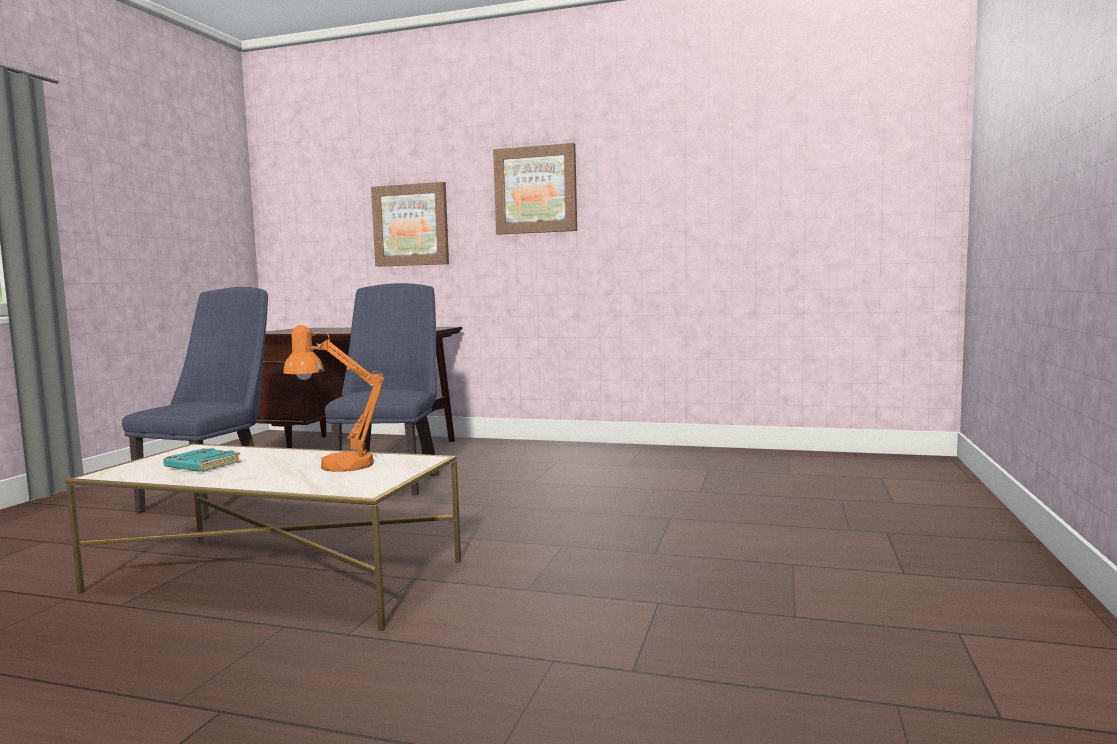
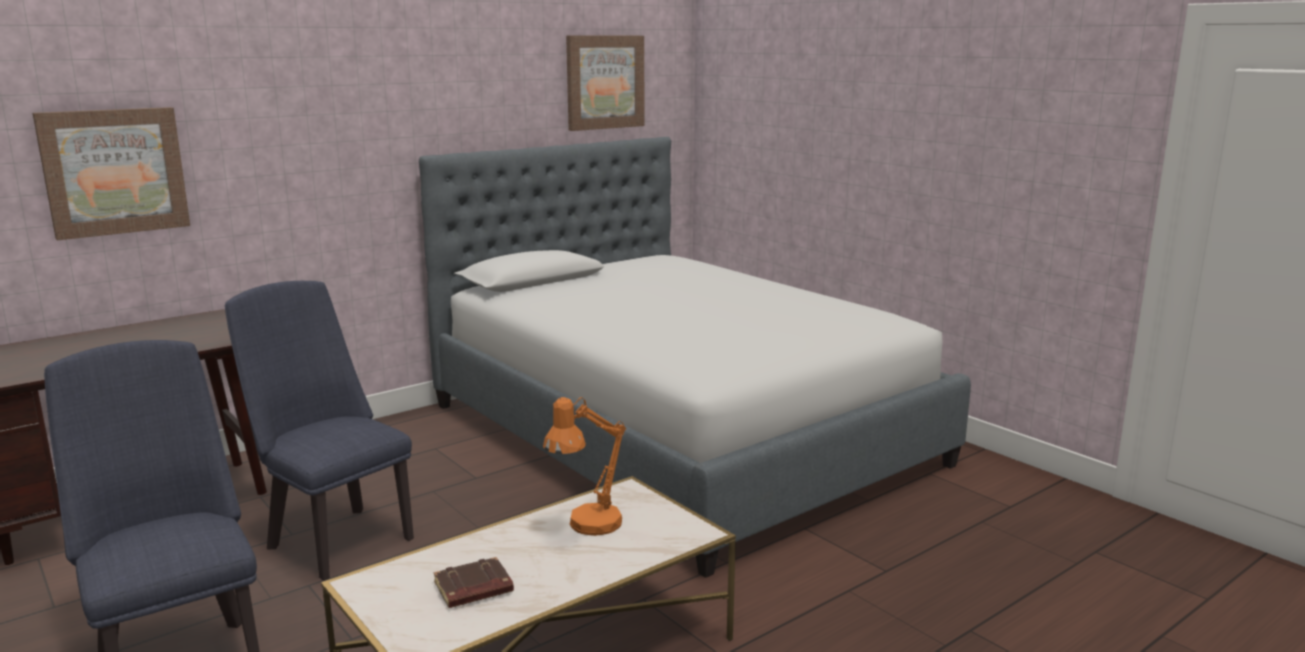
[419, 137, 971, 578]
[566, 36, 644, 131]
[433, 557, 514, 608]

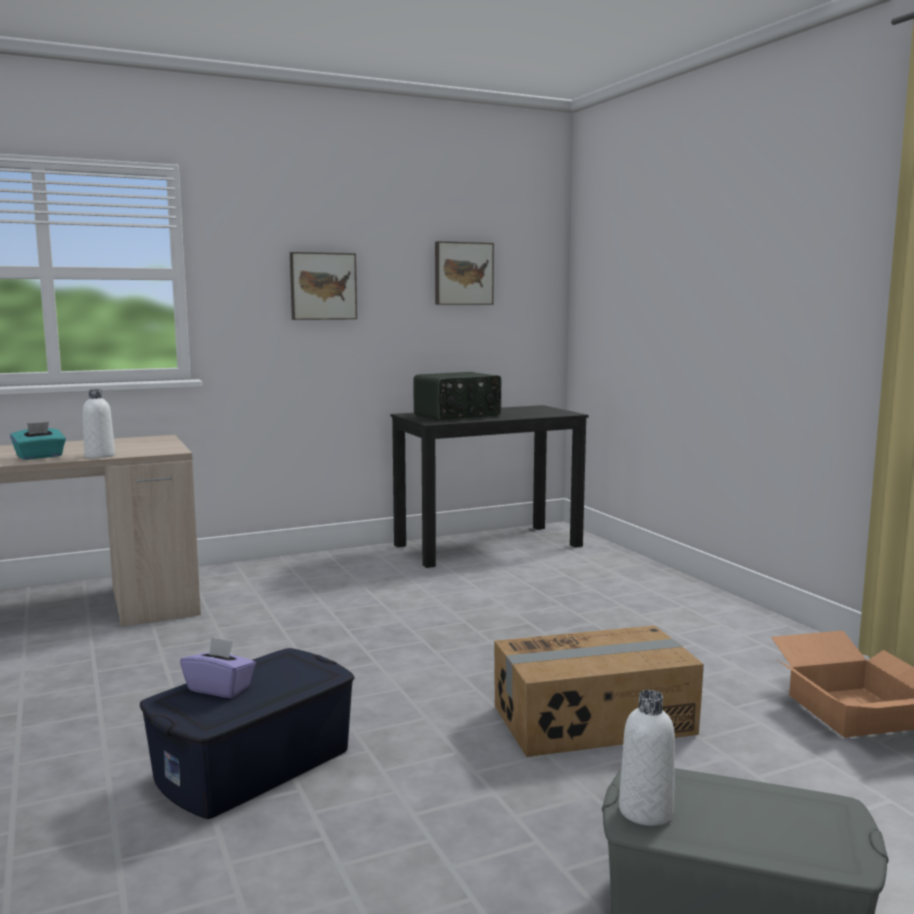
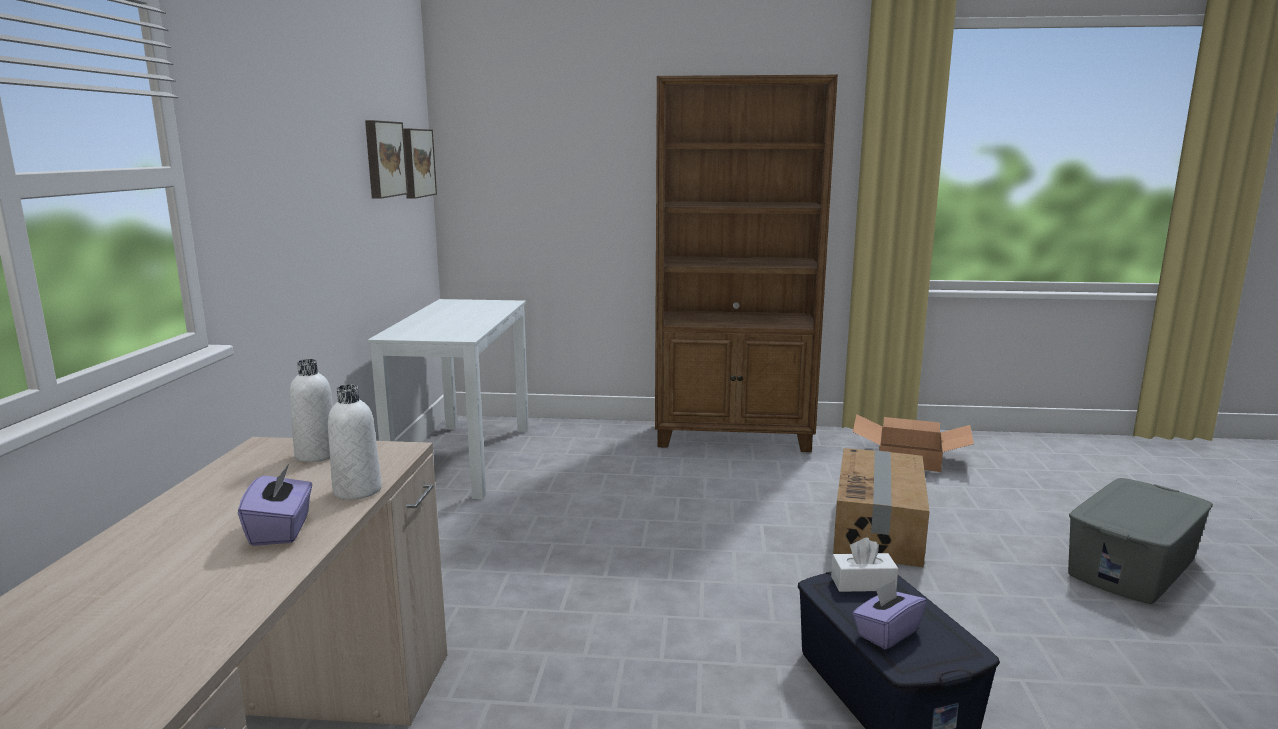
[413, 372, 501, 421] (first image)
[655, 75, 838, 452]
[831, 538, 898, 592]
[403, 129, 437, 199]
[290, 359, 333, 462]
[238, 464, 312, 546]
[367, 299, 529, 499]

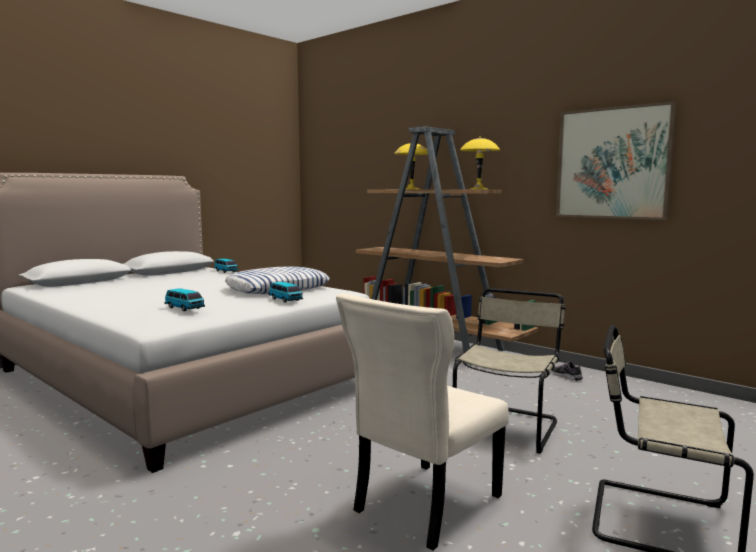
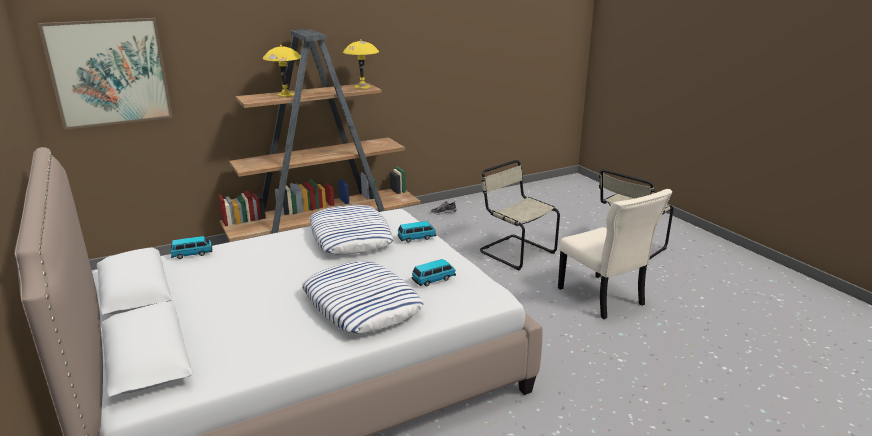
[302, 261, 424, 333]
[38, 18, 173, 130]

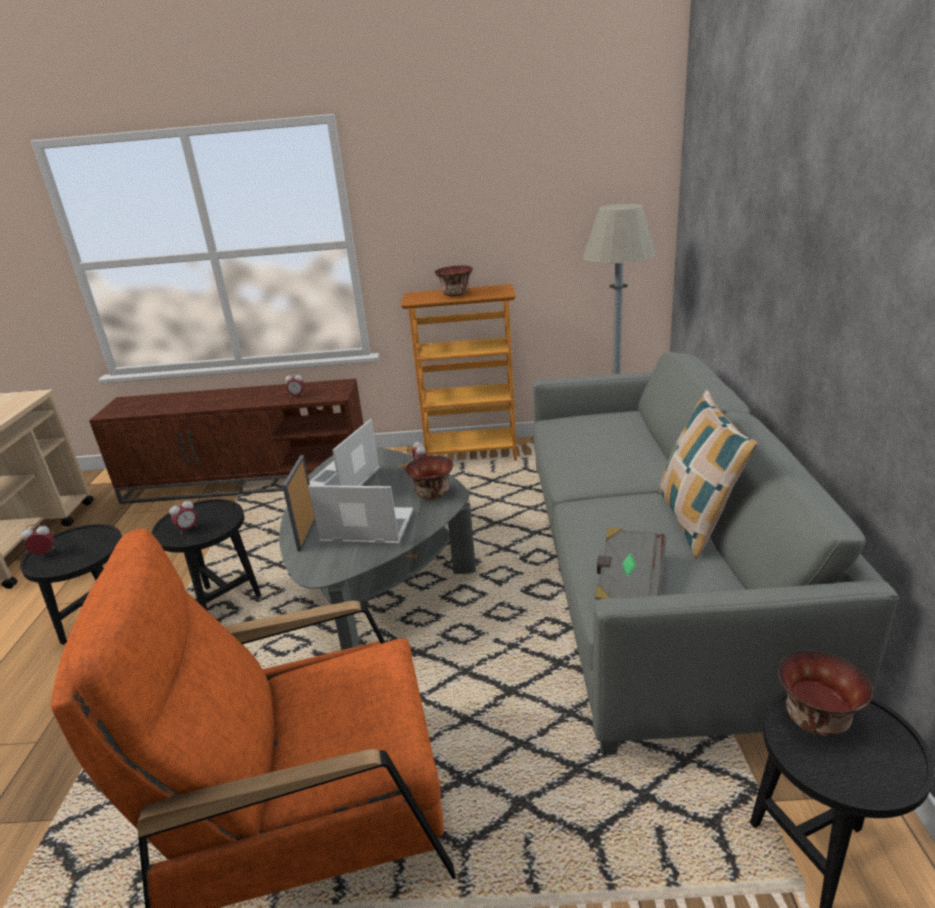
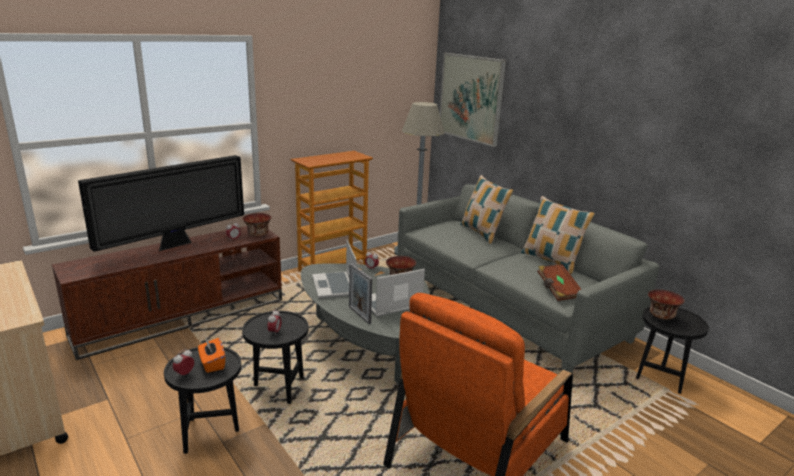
[78, 155, 244, 252]
[198, 338, 225, 373]
[440, 53, 506, 147]
[460, 175, 514, 244]
[243, 213, 272, 237]
[537, 264, 581, 301]

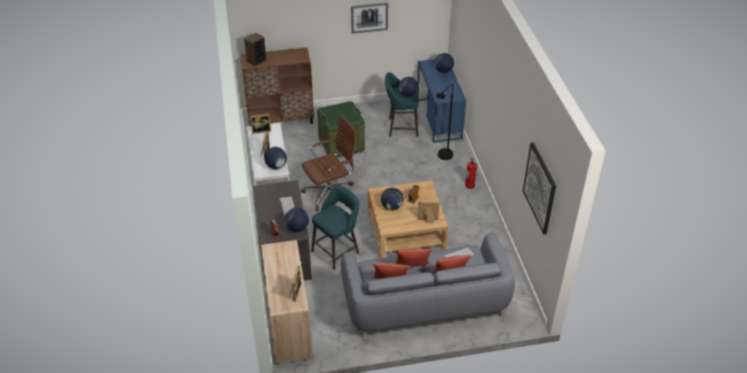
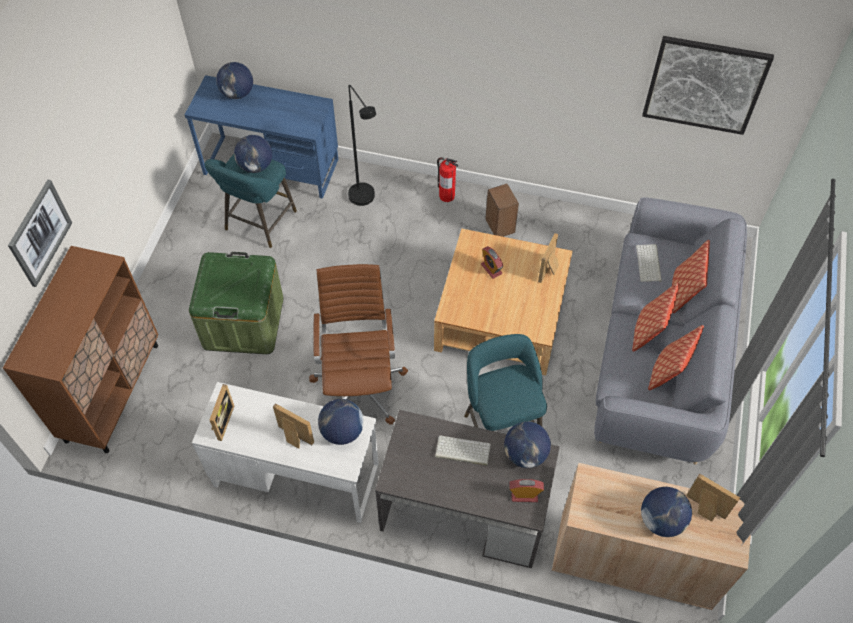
[485, 184, 519, 237]
[8, 180, 72, 287]
[641, 487, 692, 537]

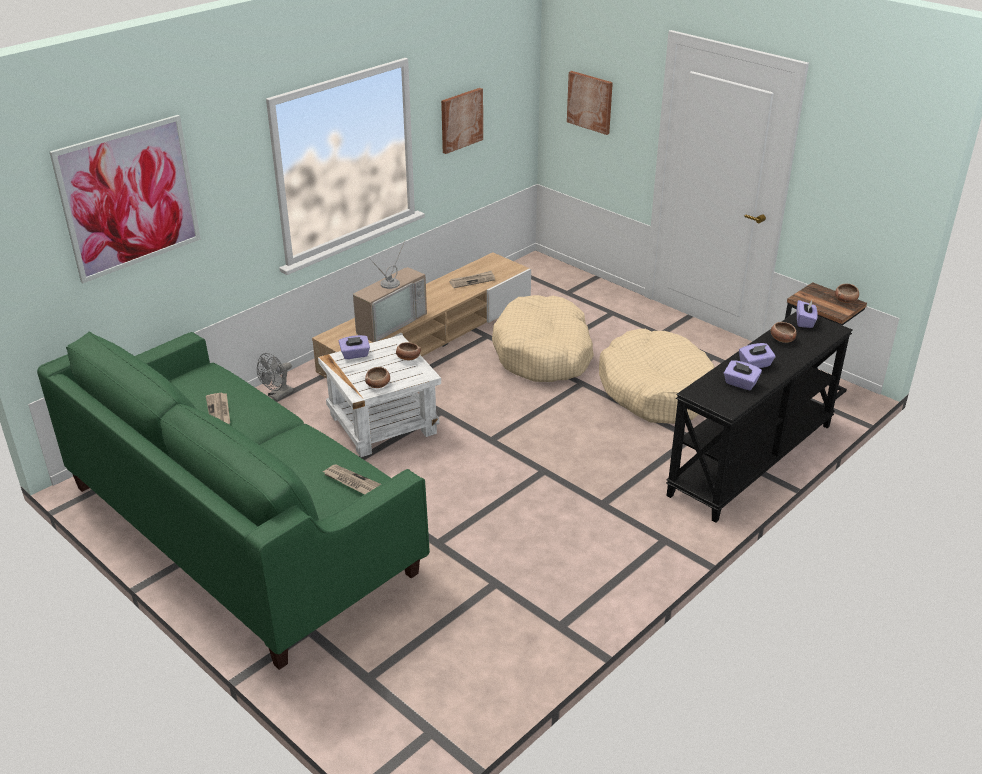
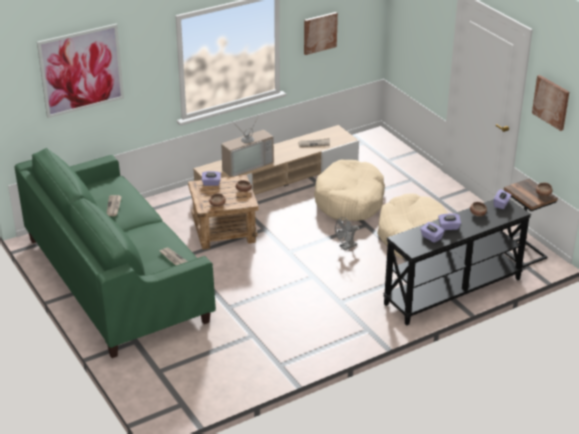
[335, 217, 359, 250]
[532, 75, 569, 131]
[188, 175, 259, 250]

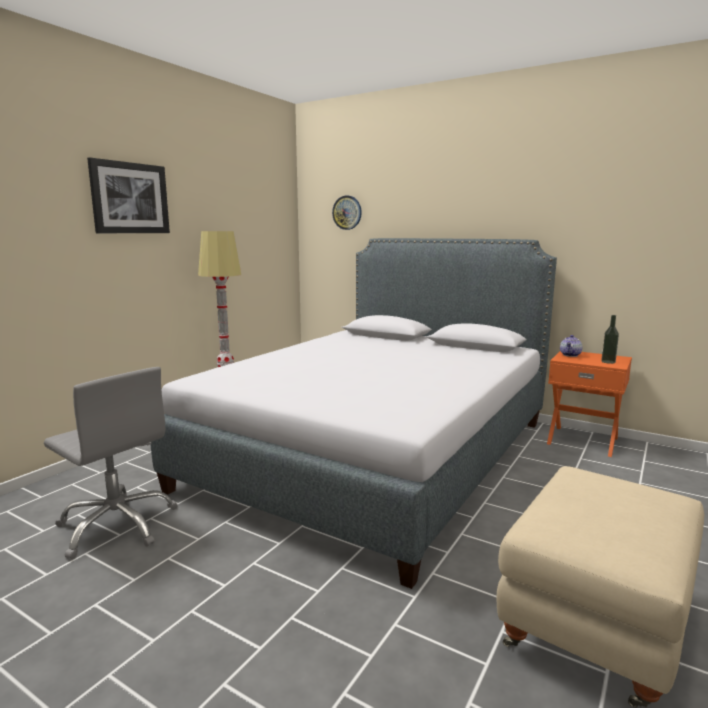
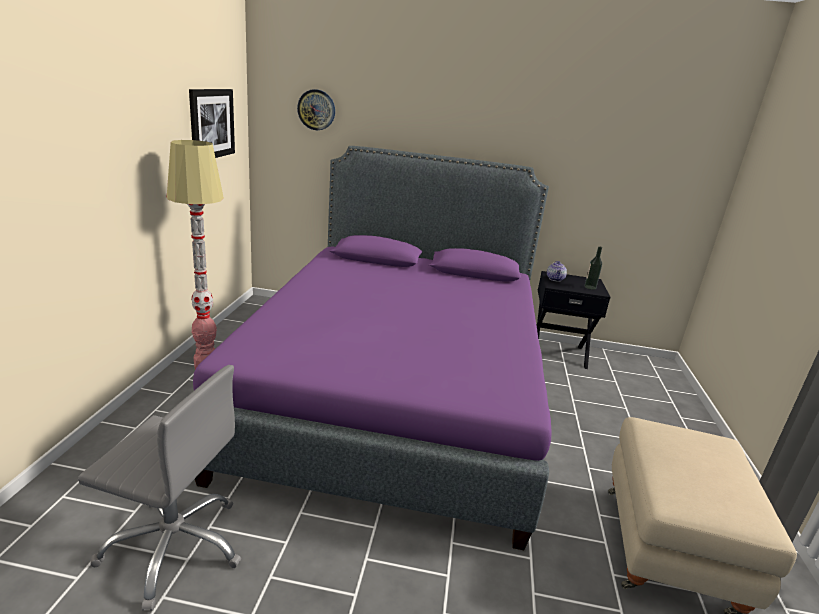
[189, 89, 235, 158]
[193, 146, 551, 550]
[537, 271, 610, 369]

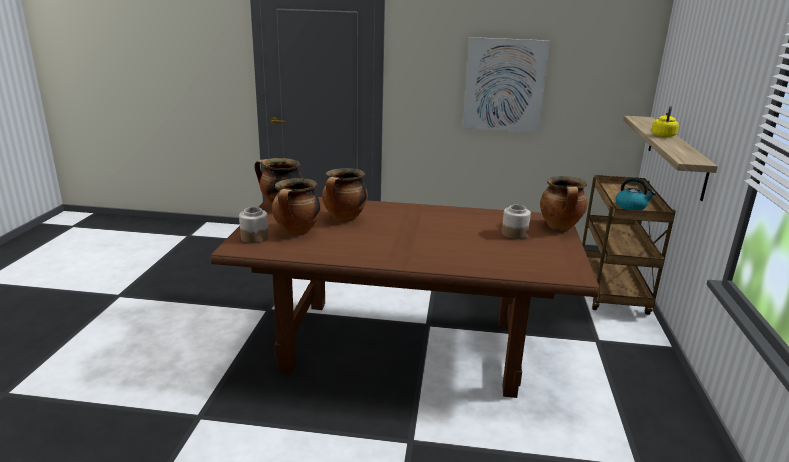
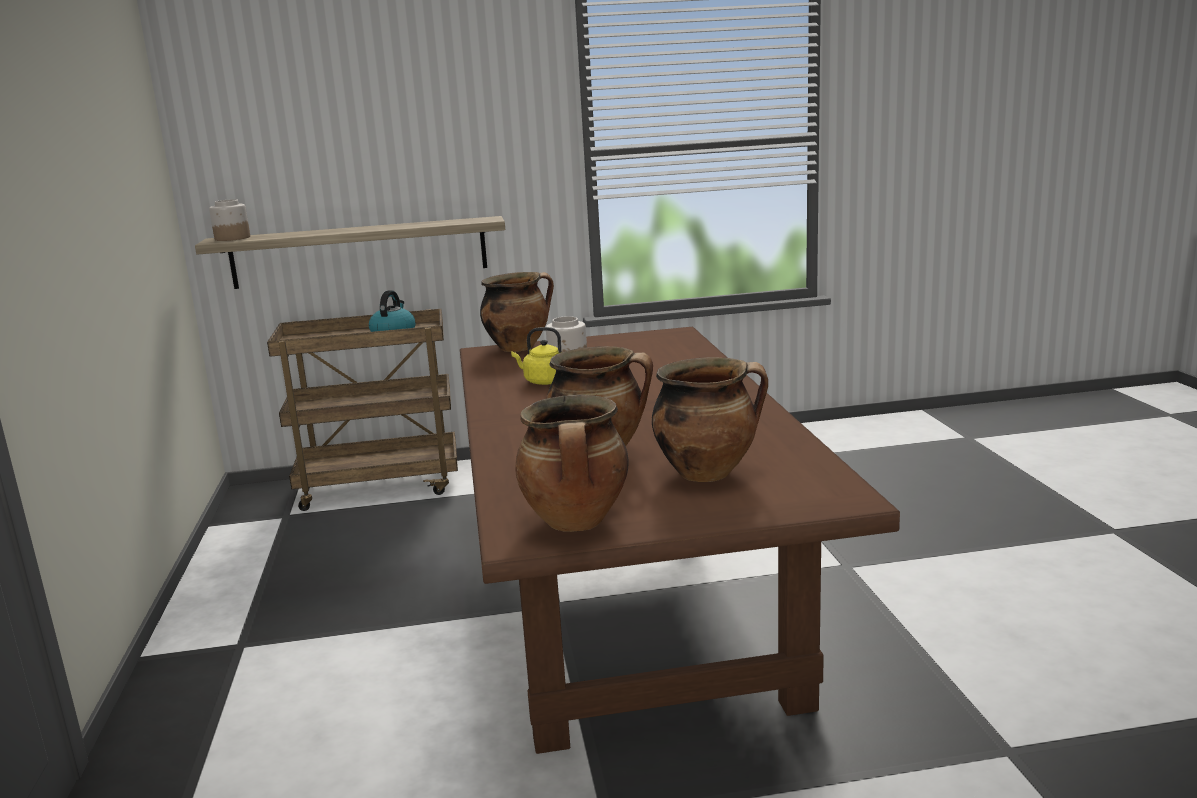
[463, 37, 550, 133] (first image)
[209, 199, 250, 241]
[511, 327, 562, 385]

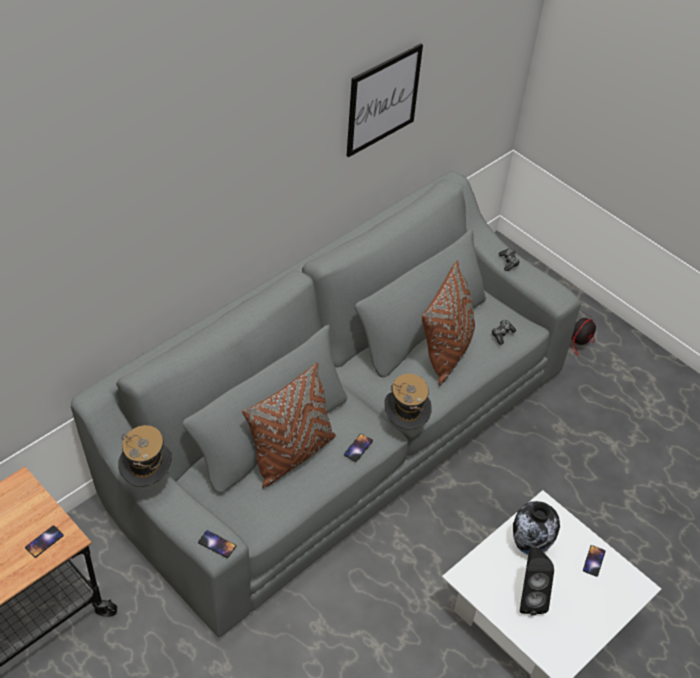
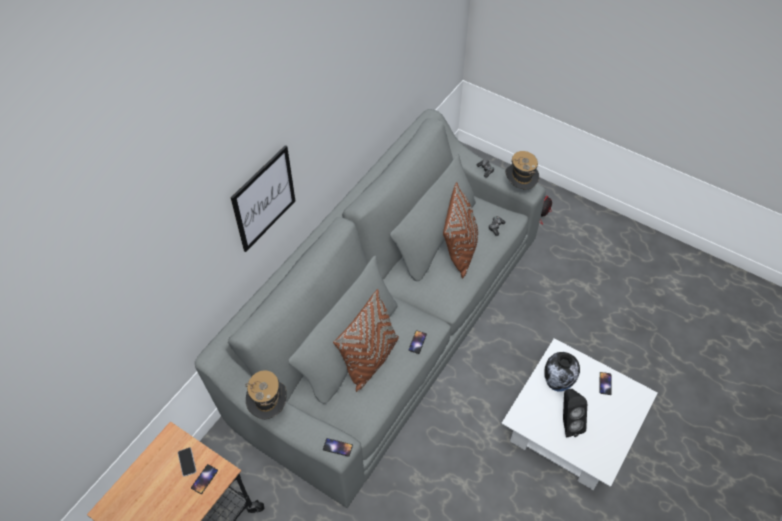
[178, 448, 196, 477]
[231, 145, 295, 252]
[505, 151, 539, 189]

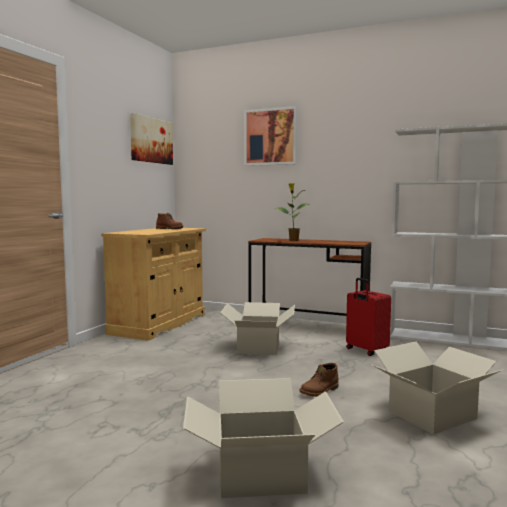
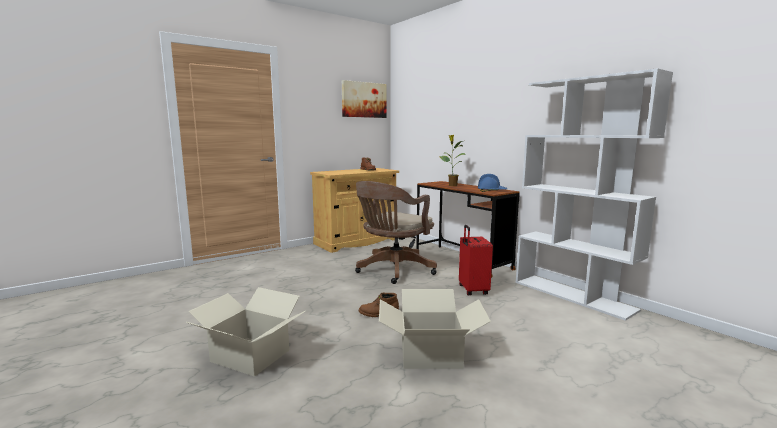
[244, 106, 297, 166] (first image)
[478, 174, 508, 192]
[355, 181, 437, 284]

